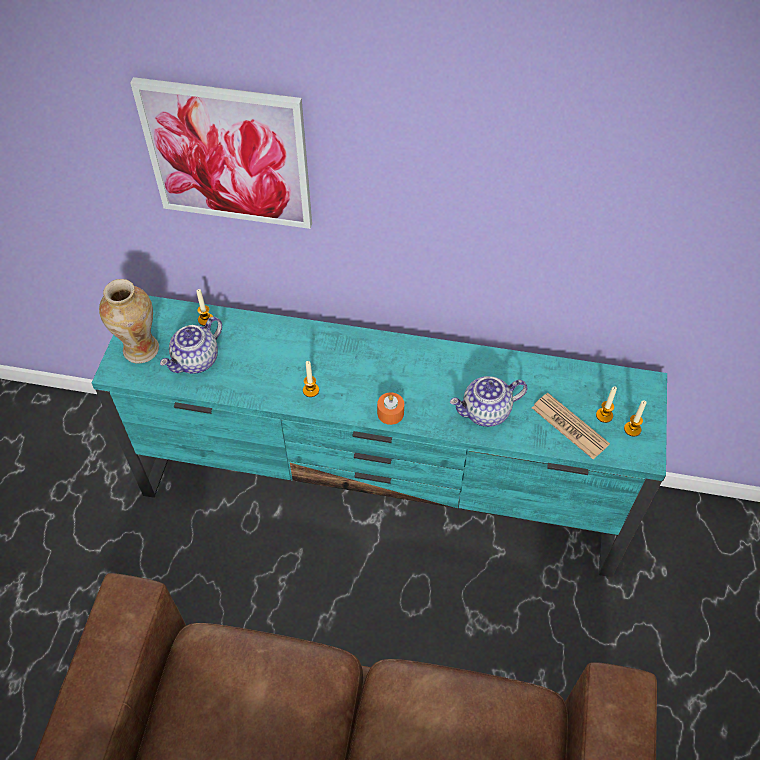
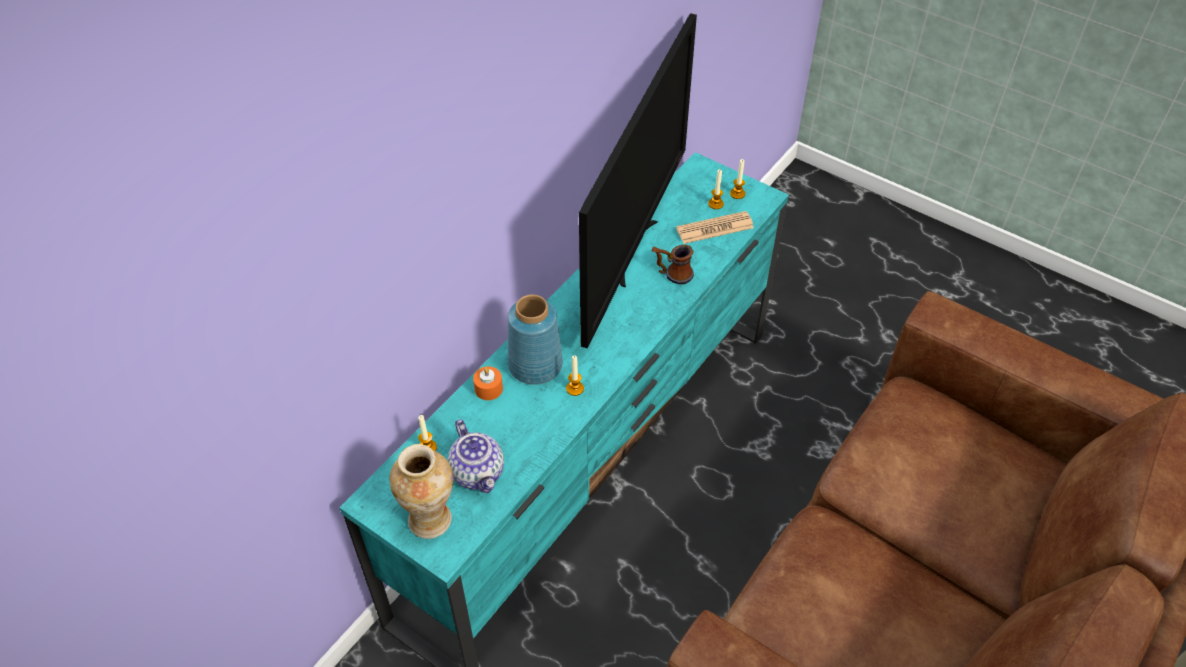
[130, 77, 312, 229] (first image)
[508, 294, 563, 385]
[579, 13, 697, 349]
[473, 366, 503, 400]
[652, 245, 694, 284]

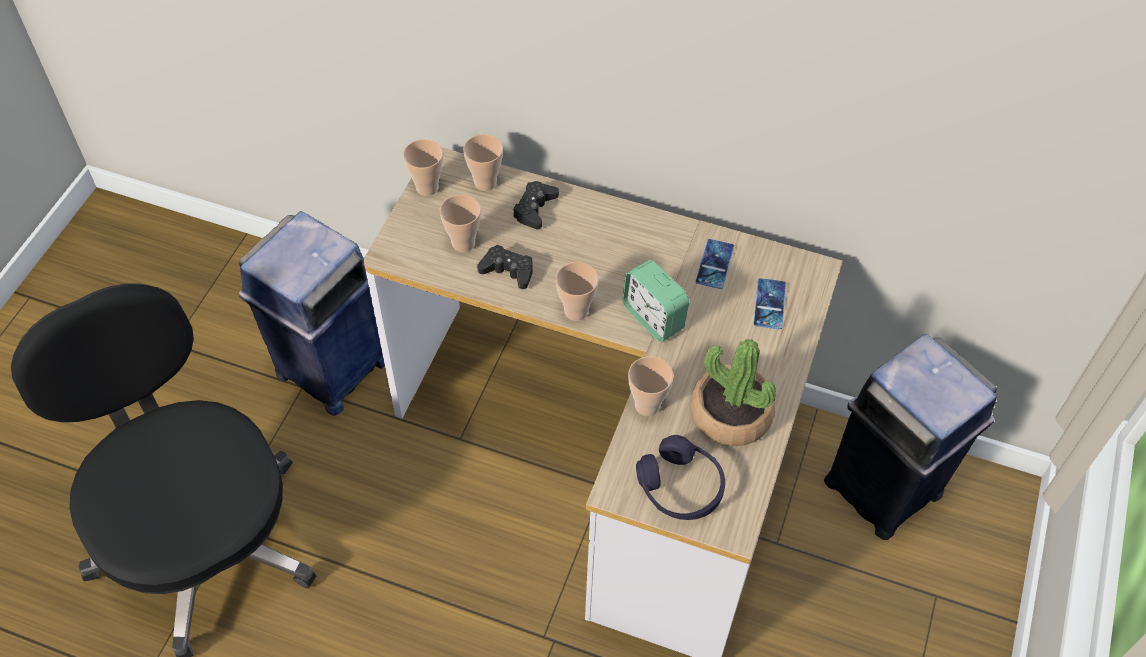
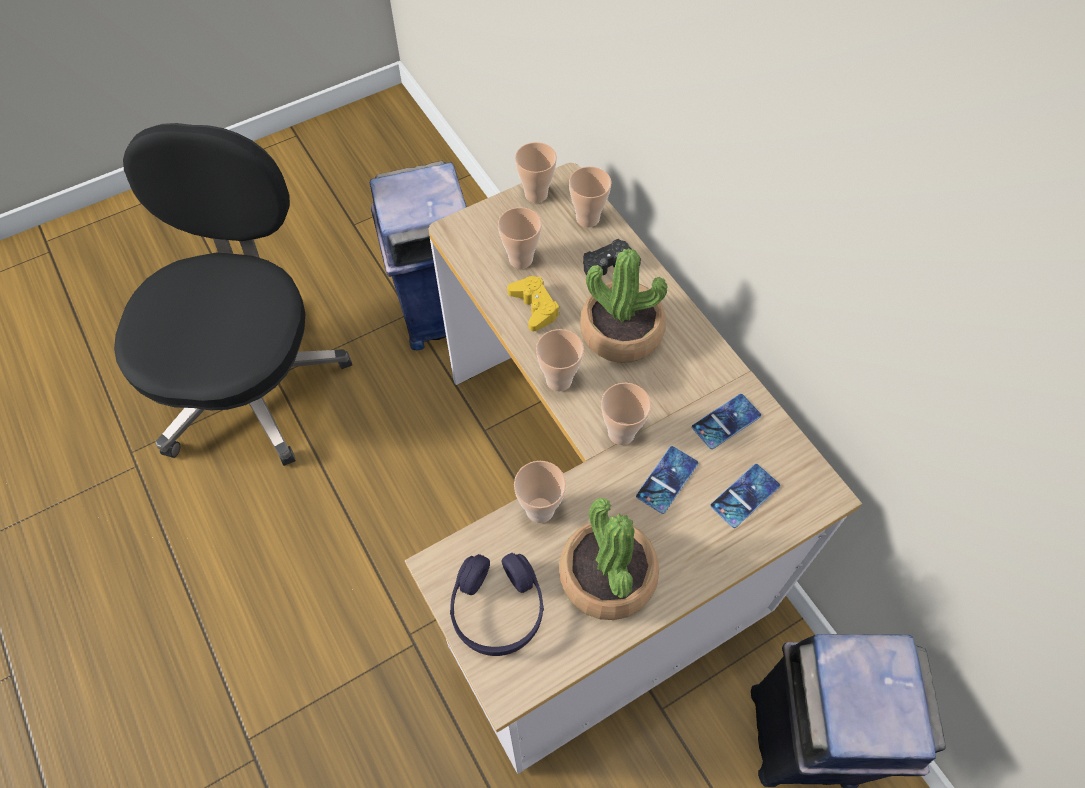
[580, 248, 668, 363]
[636, 446, 698, 514]
[601, 383, 651, 445]
[507, 276, 560, 331]

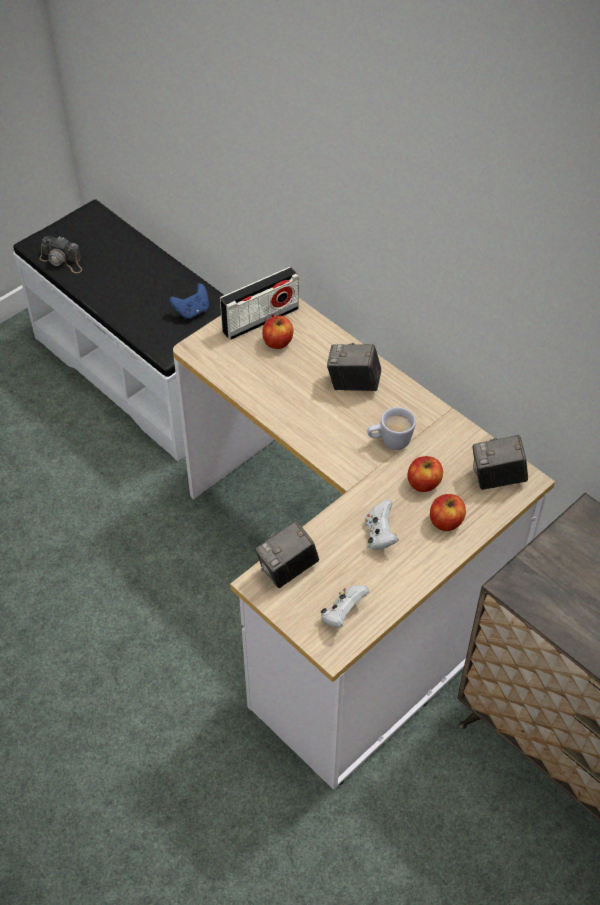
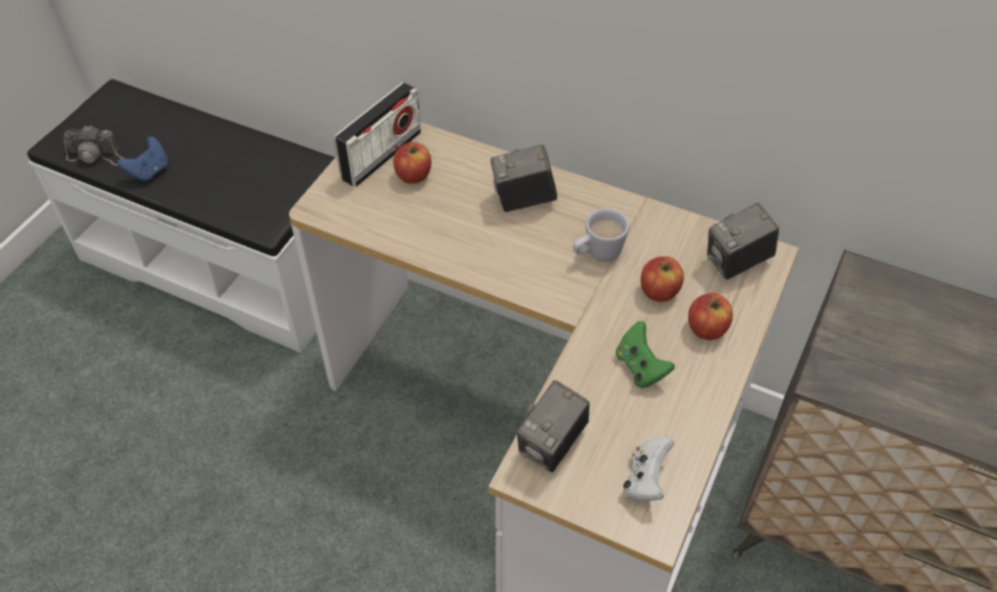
[117, 137, 168, 182]
[616, 321, 675, 388]

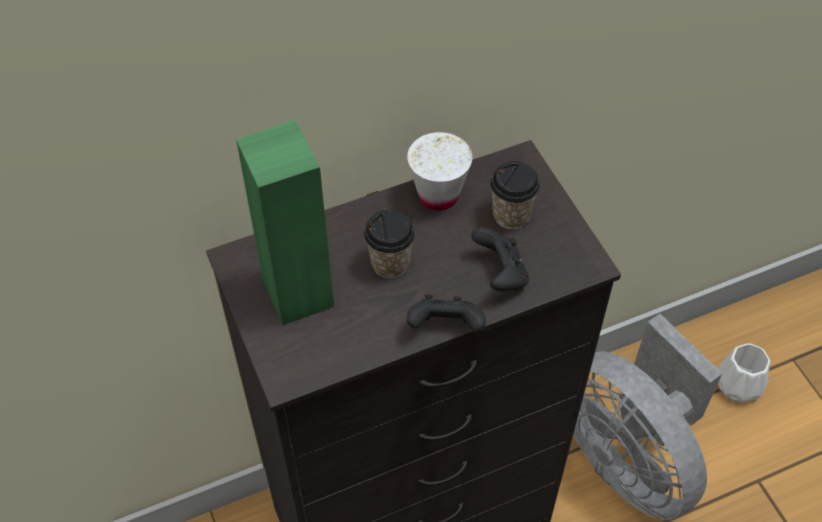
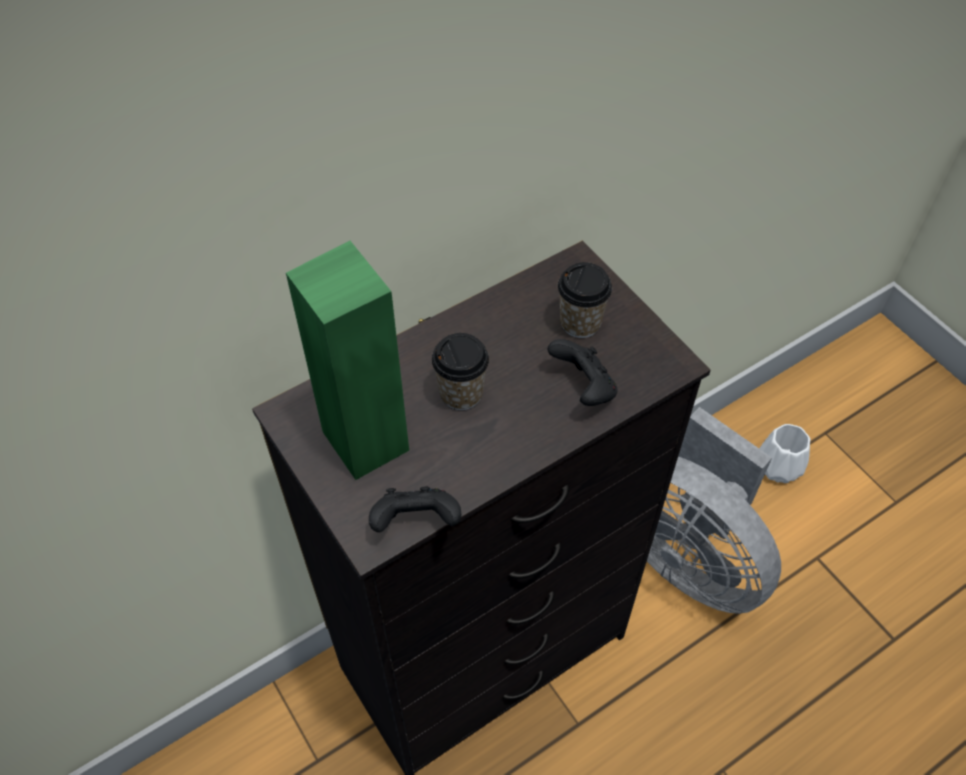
[407, 132, 472, 211] (first image)
[369, 487, 461, 532]

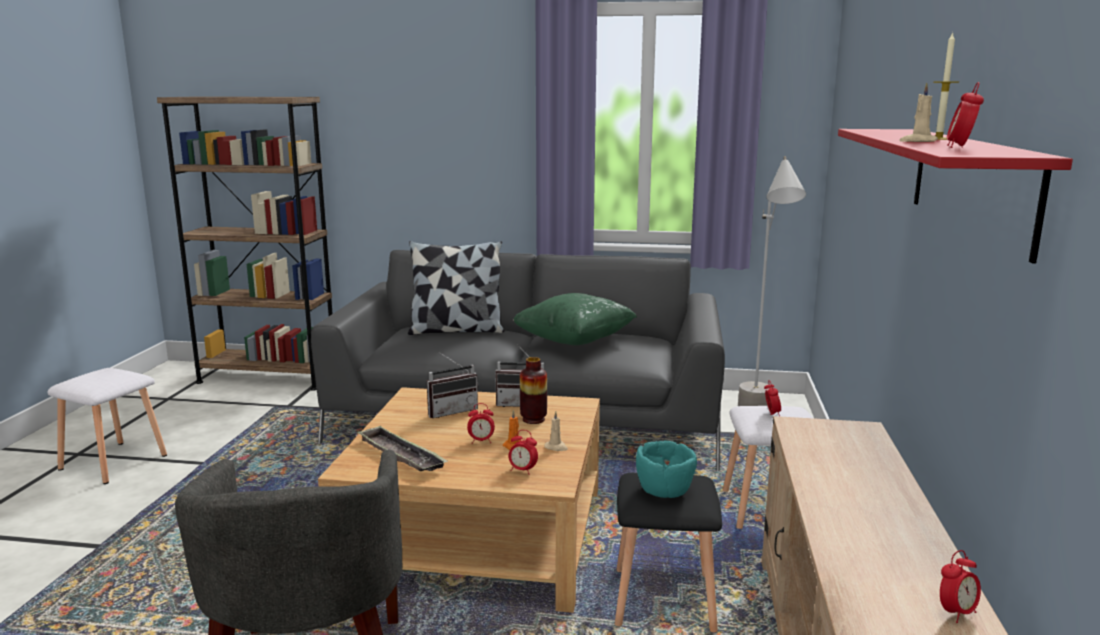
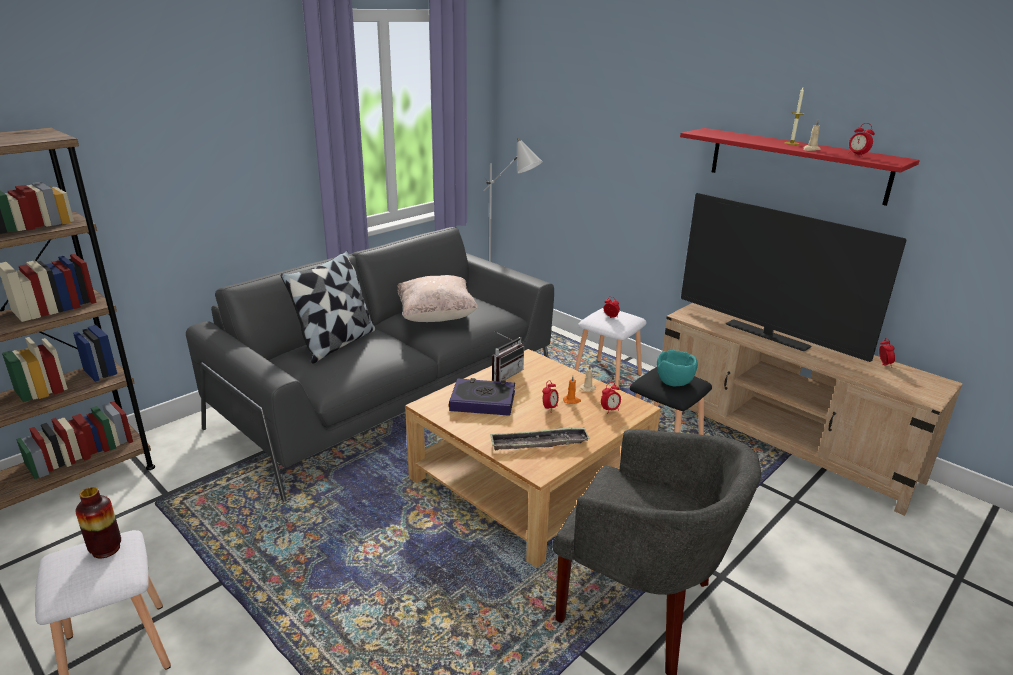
[681, 193, 906, 362]
[75, 487, 121, 559]
[449, 378, 515, 416]
[397, 275, 478, 322]

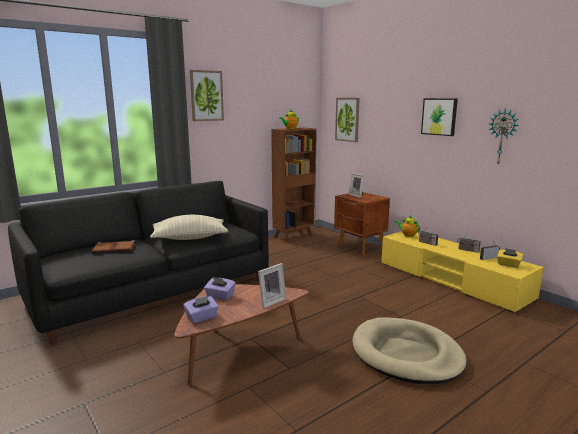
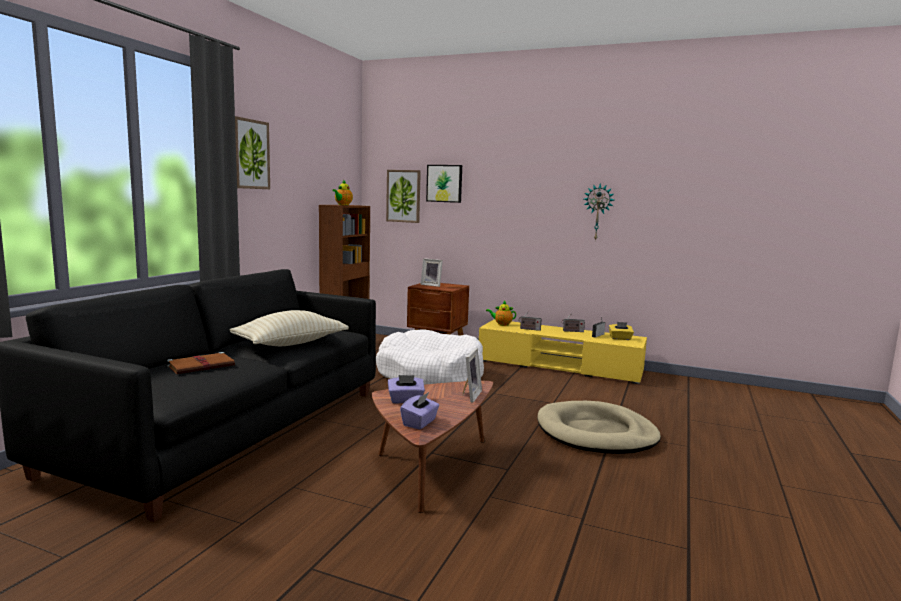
[376, 329, 484, 385]
[426, 165, 462, 203]

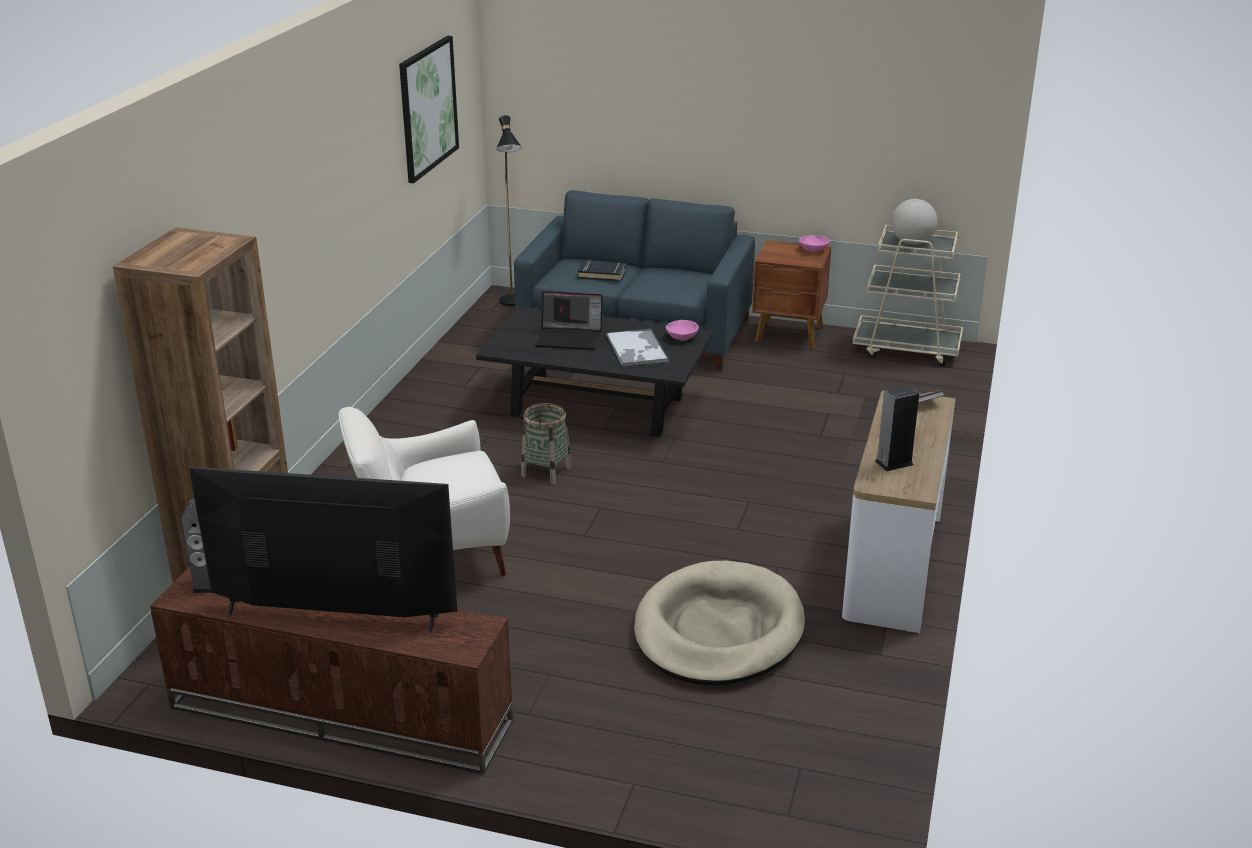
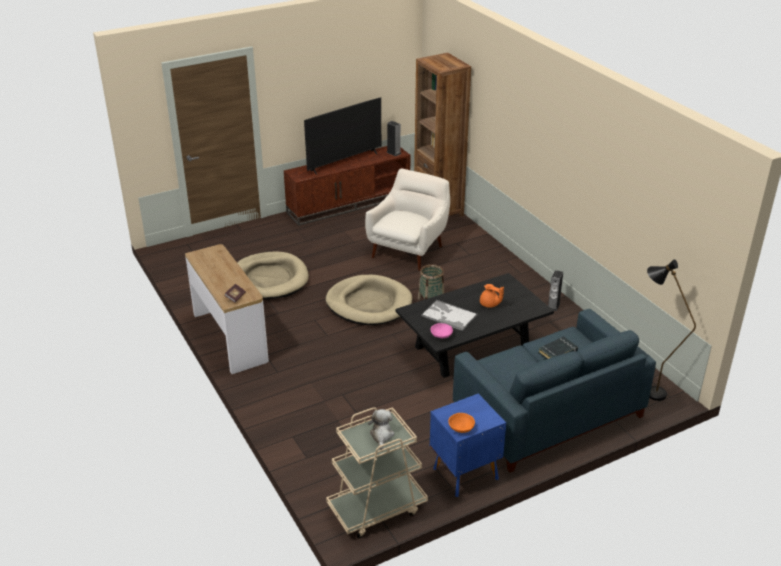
[399, 36, 459, 183] (first image)
[325, 275, 412, 325]
[548, 270, 563, 311]
[480, 284, 504, 308]
[368, 409, 394, 450]
[430, 394, 506, 497]
[448, 413, 475, 433]

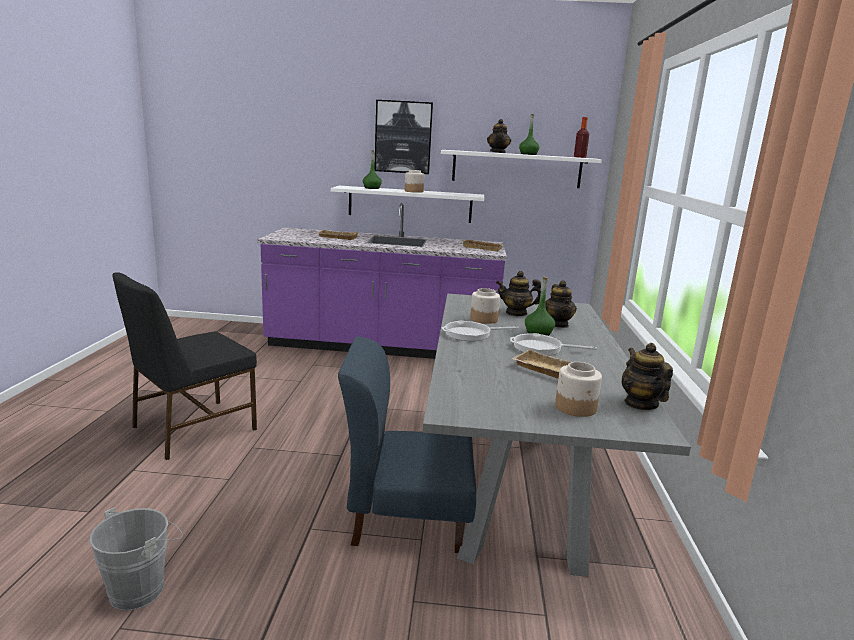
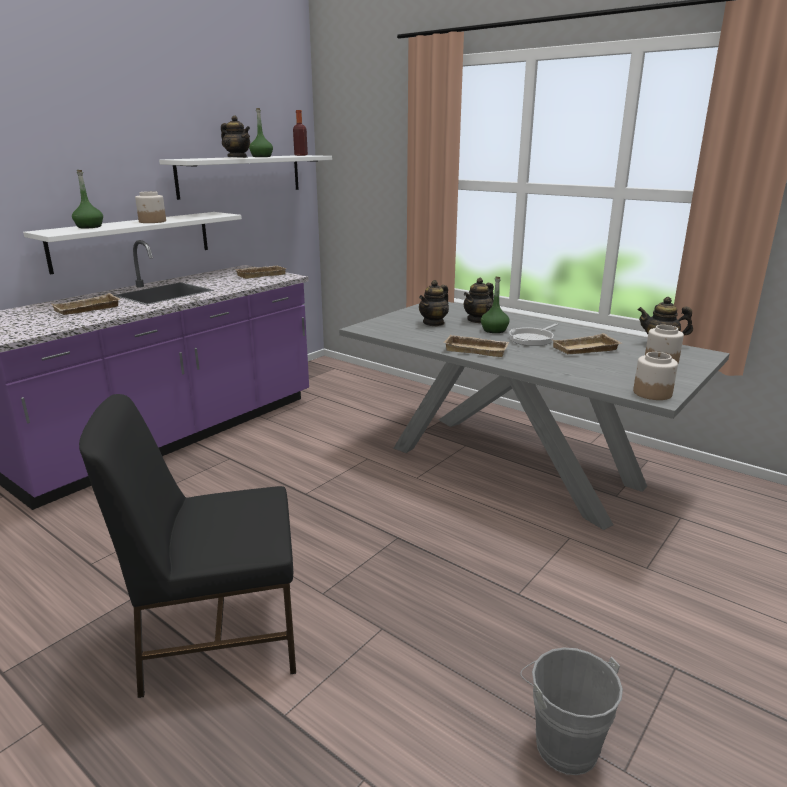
[338, 337, 476, 553] (first image)
[374, 100, 433, 174] (first image)
[633, 352, 678, 400]
[443, 335, 509, 357]
[79, 394, 296, 698]
[464, 278, 494, 323]

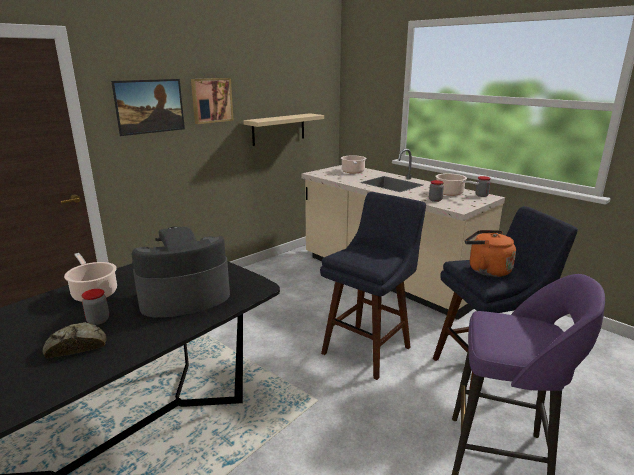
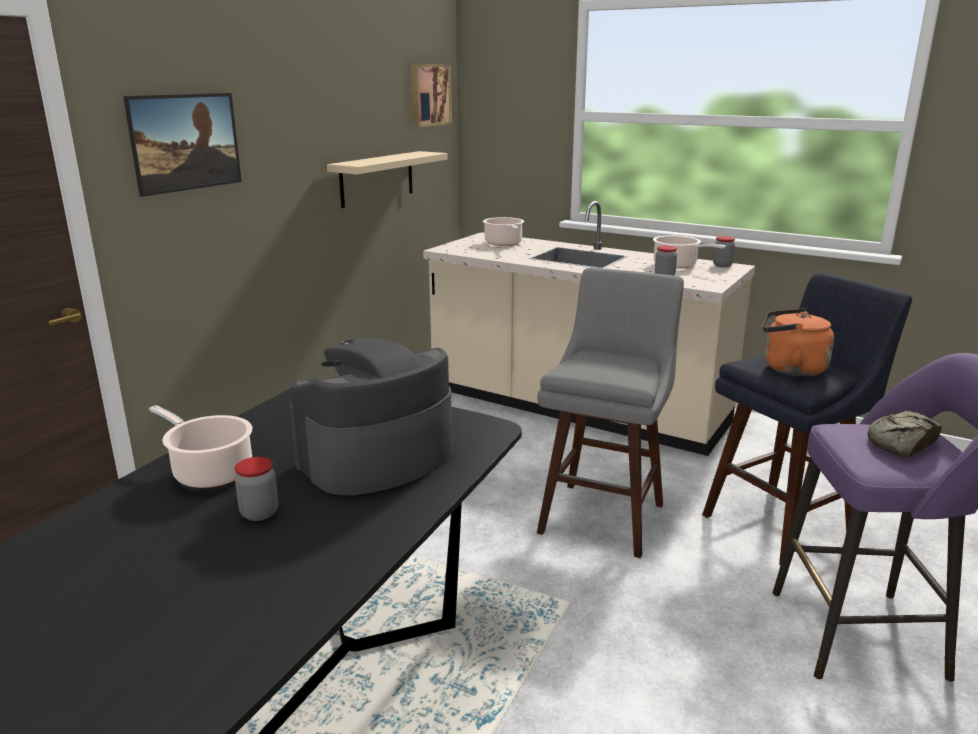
[868, 411, 942, 458]
[411, 64, 452, 127]
[537, 268, 684, 558]

